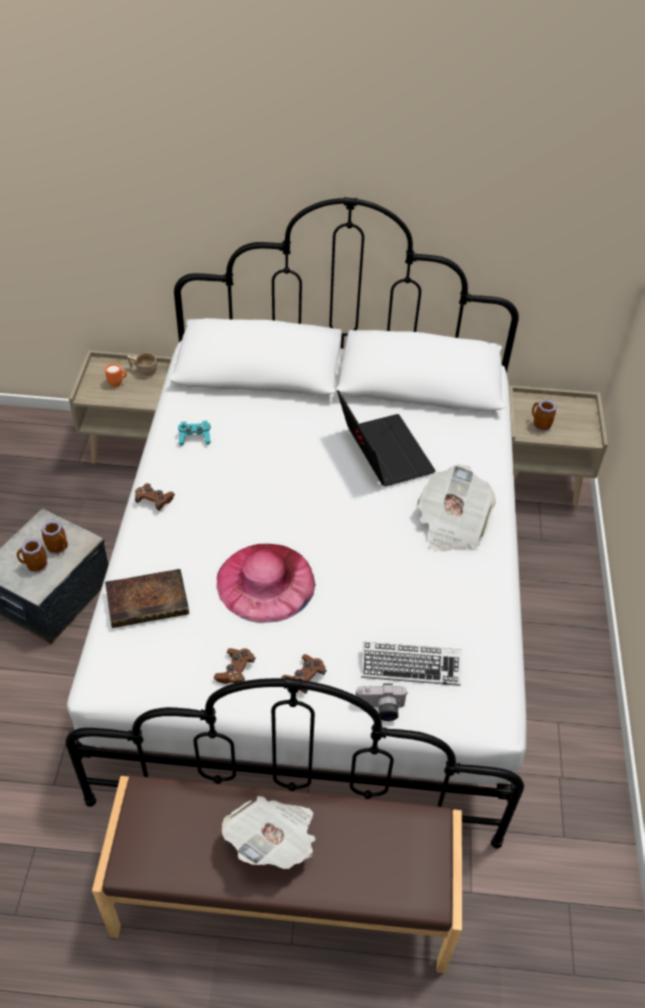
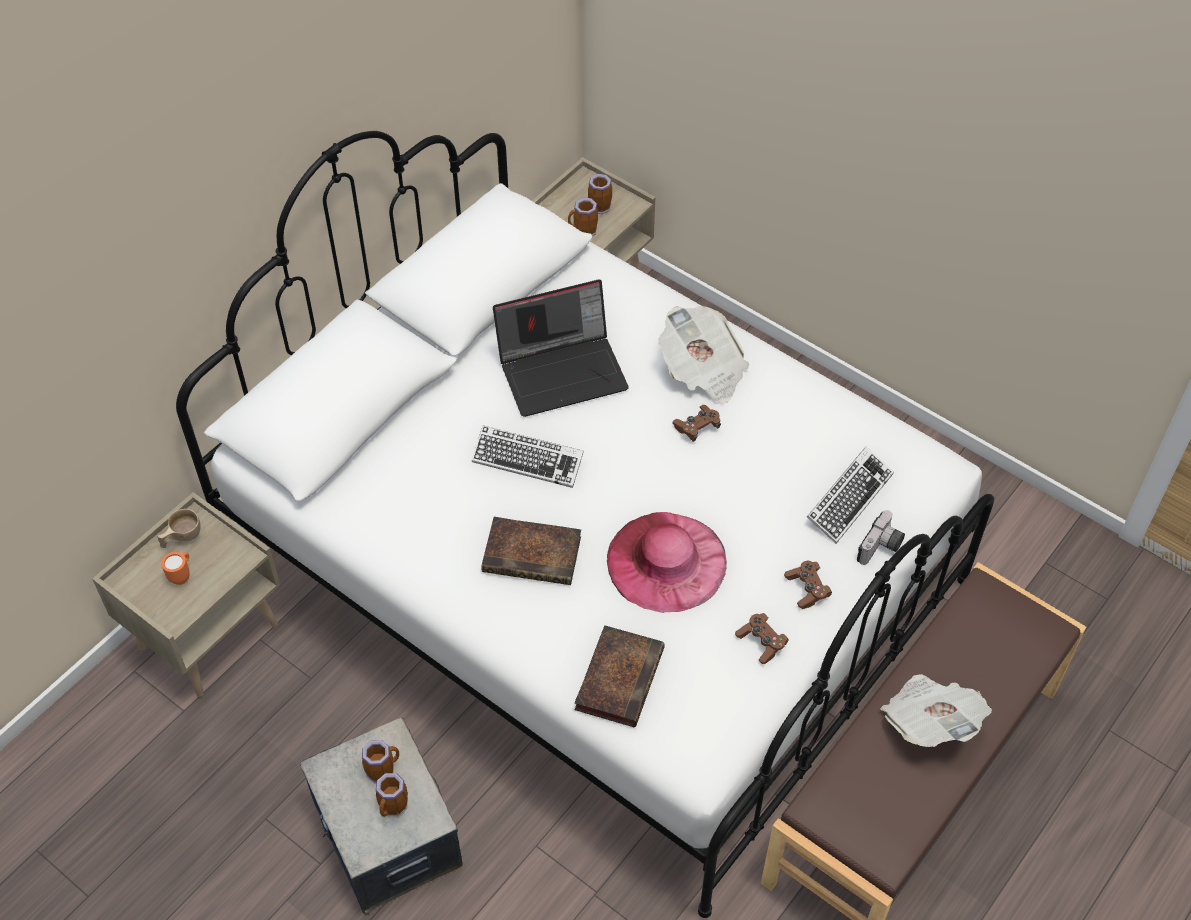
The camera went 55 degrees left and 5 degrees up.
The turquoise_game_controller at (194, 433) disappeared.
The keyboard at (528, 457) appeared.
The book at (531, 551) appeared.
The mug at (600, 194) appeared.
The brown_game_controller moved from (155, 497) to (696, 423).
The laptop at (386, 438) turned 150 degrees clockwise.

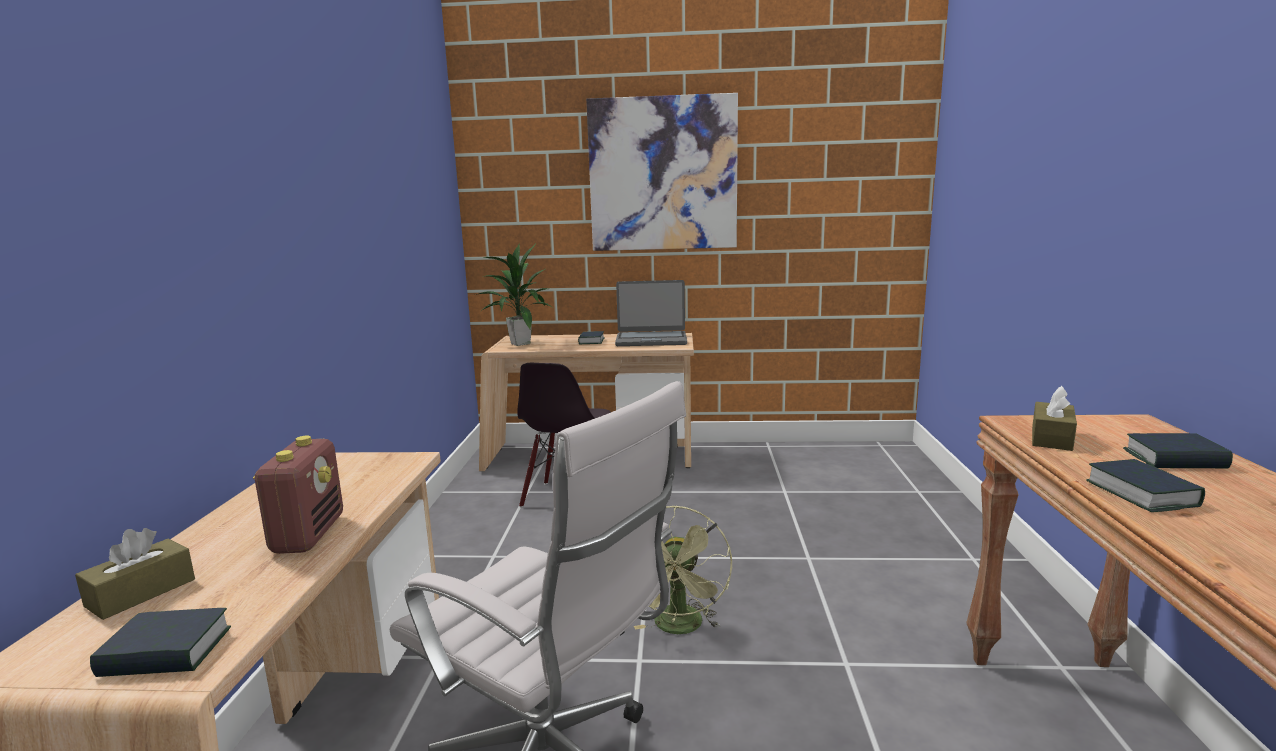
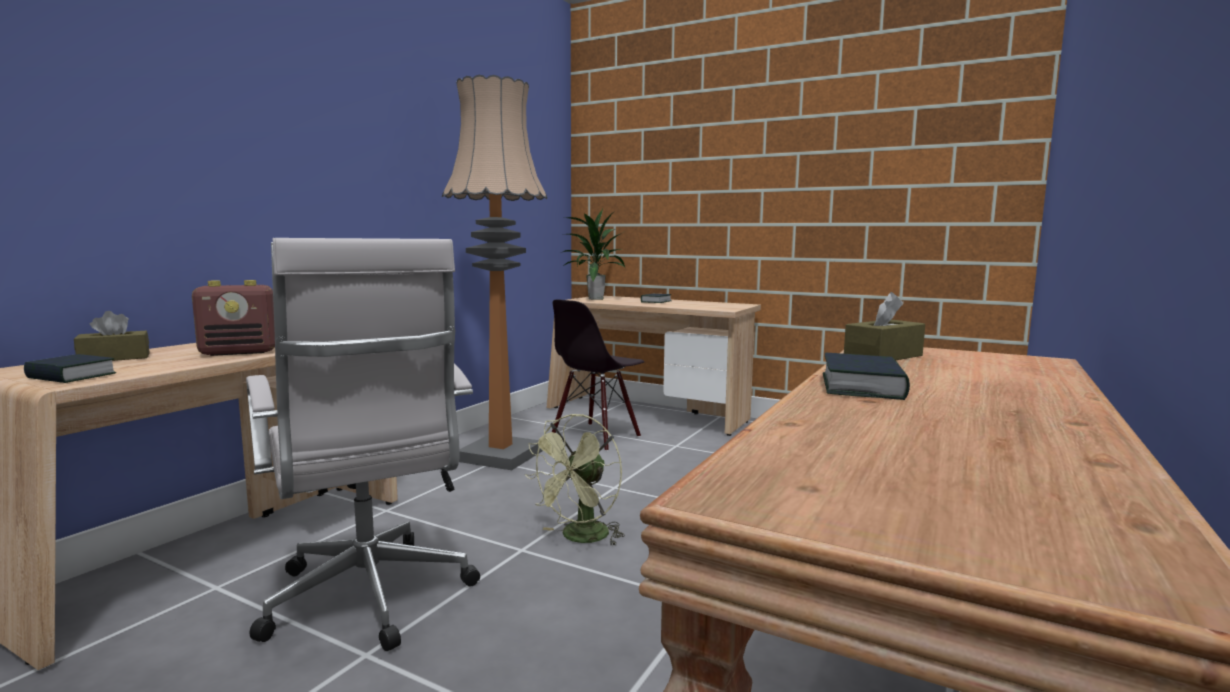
The camera went 25 degrees right and 5 degrees down.
The picture at (662, 172) disappeared.
The laptop at (651, 313) disappeared.
The book at (1178, 450) disappeared.
The floor_lamp at (494, 272) appeared.
The radio at (298, 495) turned 45 degrees clockwise.

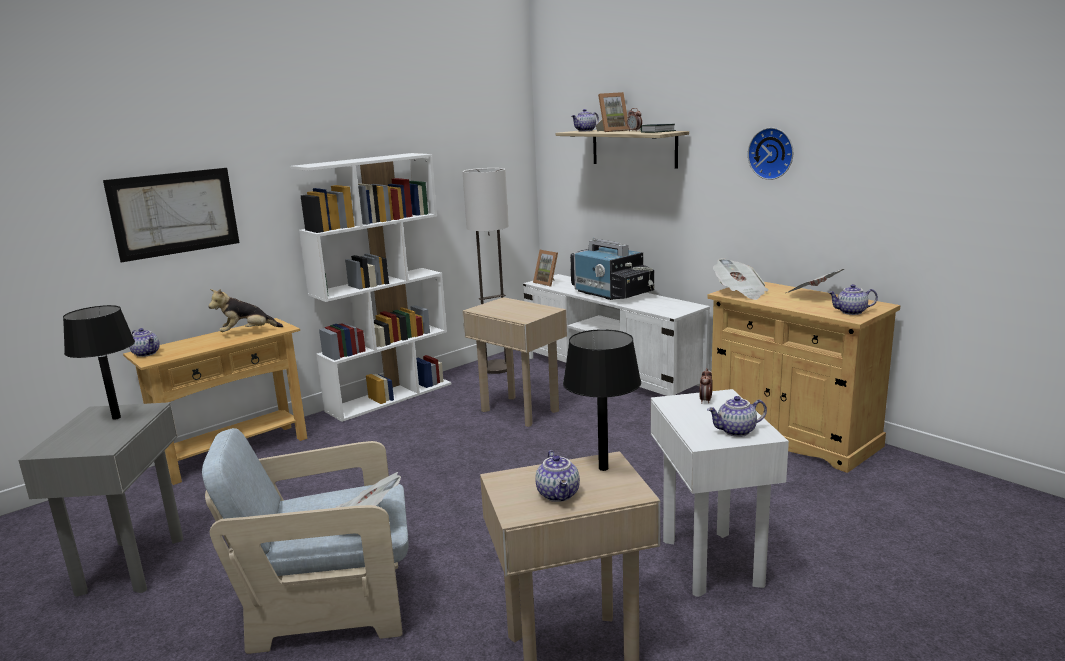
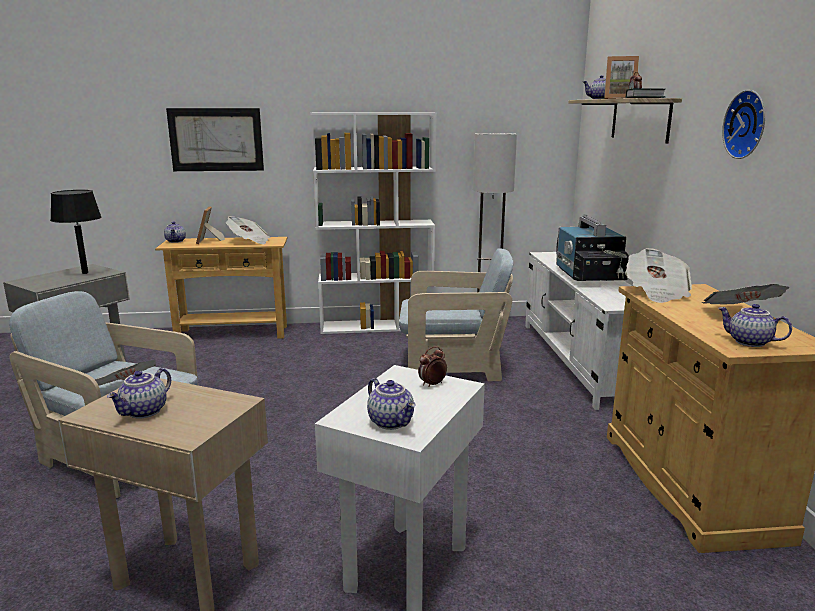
The camera went 35 degrees right and 0 degrees up.
The black_table_lamp at (602, 400) disappeared.
The picture_frame moved from (545, 268) to (210, 225).
The plush_toy at (245, 310) was replaced by the newspaper at (248, 230).
The beige_side_table at (515, 362) was replaced by the beige_armchair at (456, 314).
The teapot at (737, 416) turned 150 degrees counterclockwise.

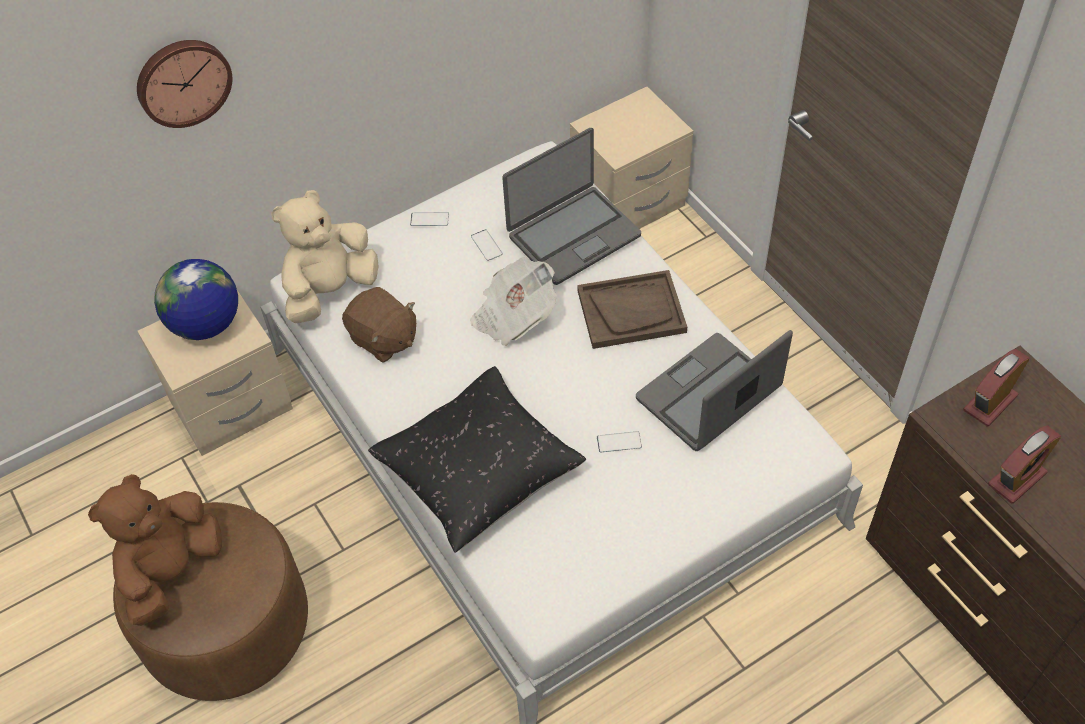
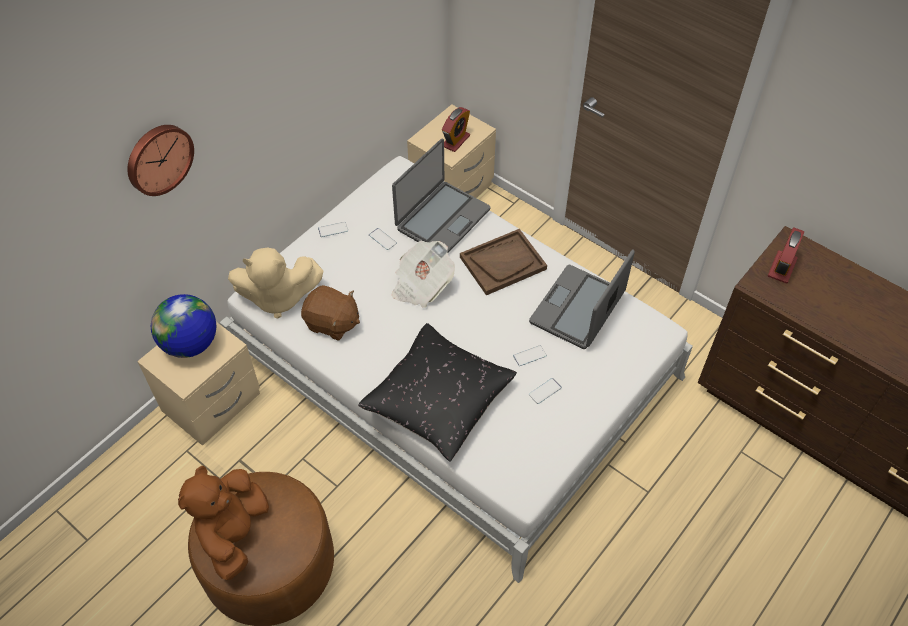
The camera went 20 degrees left and 0 degrees up.
The phone at (545, 391) appeared.
The alarm_clock moved from (1024, 464) to (456, 129).
The beige_plush_toy at (325, 256) turned 120 degrees counterclockwise.

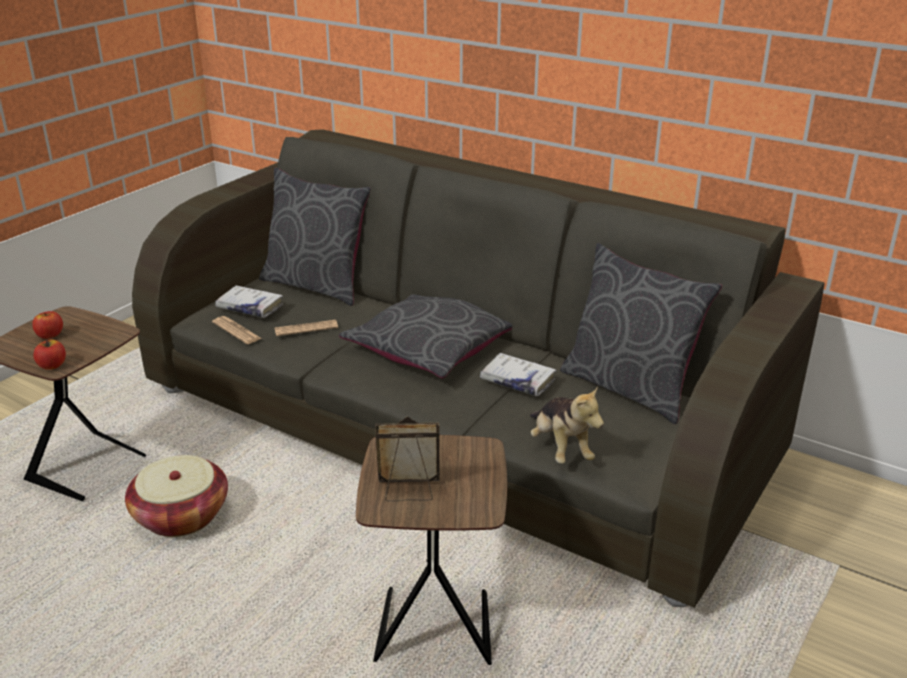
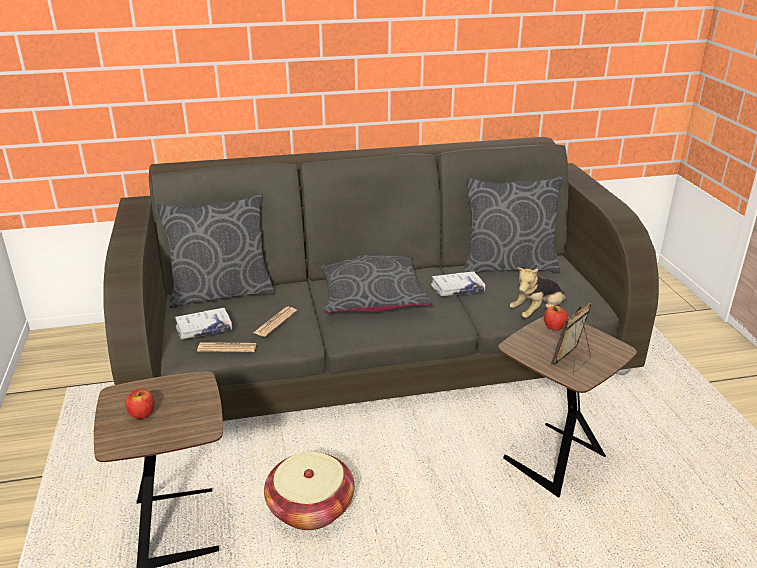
The camera went 45 degrees left and 0 degrees up.
The apple moved from (49, 354) to (556, 318).
The plush_toy at (567, 425) turned 120 degrees clockwise.

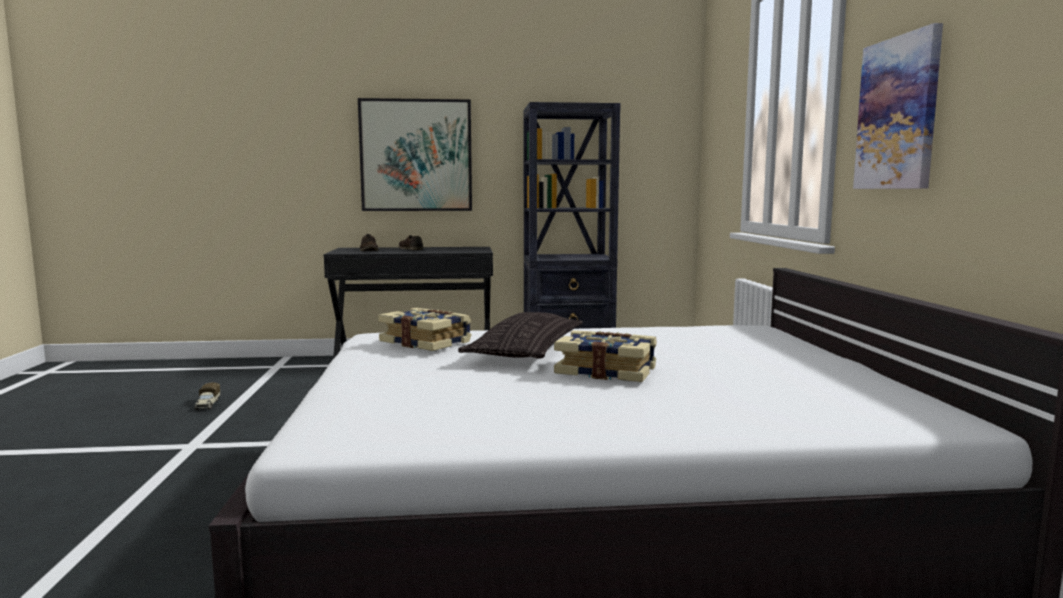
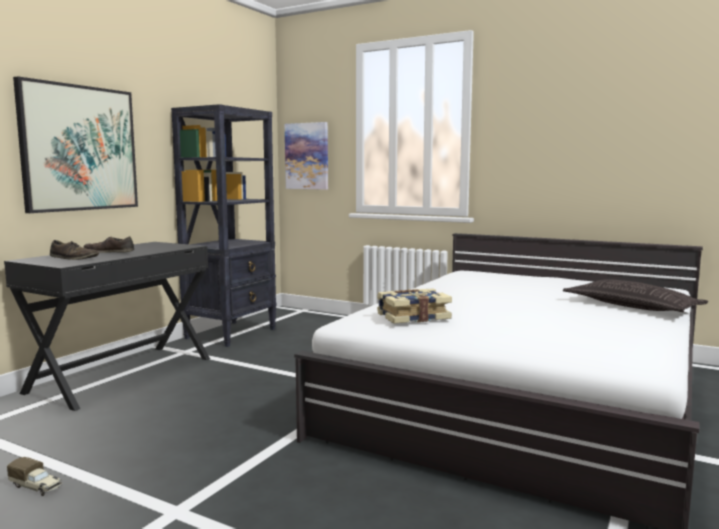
The camera went 55 degrees left and 0 degrees up.
The book at (605, 356) disappeared.
The pillow moved from (520, 335) to (635, 295).
The picture moved from (898, 106) to (306, 156).

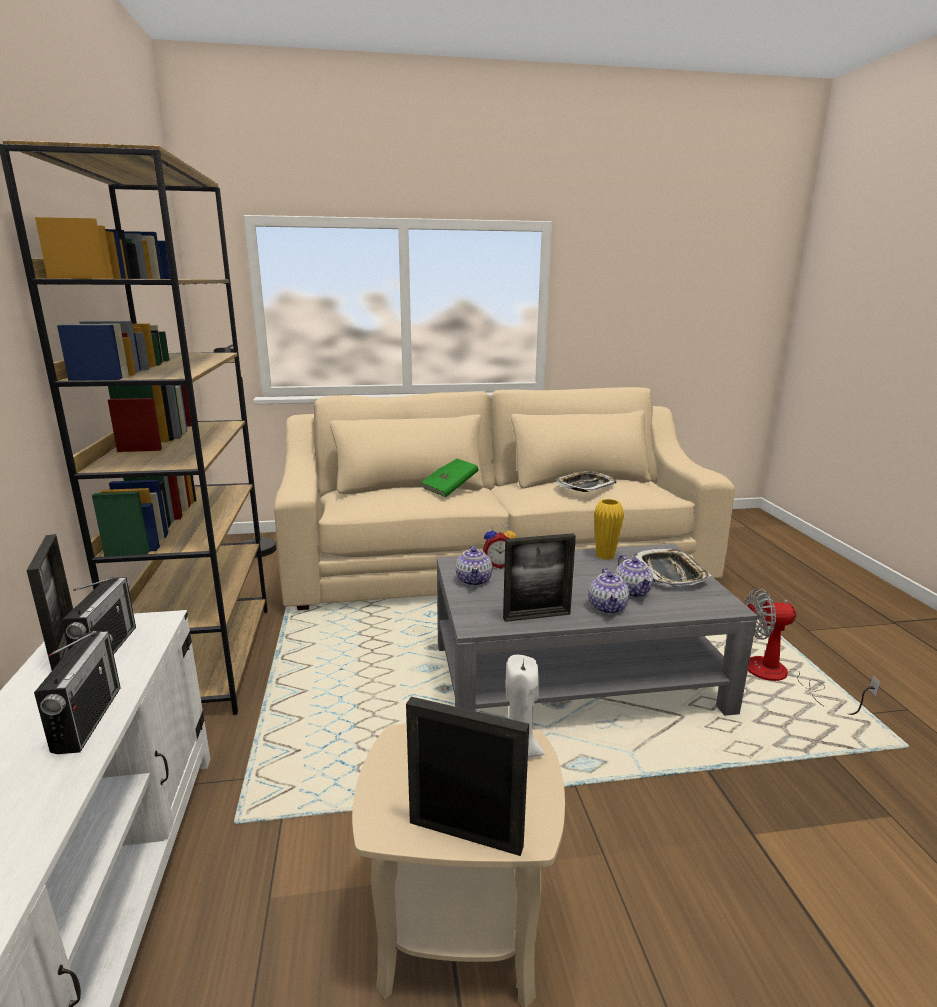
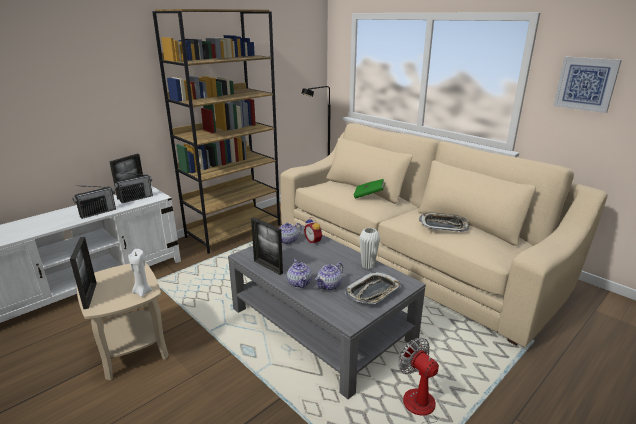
The camera went 55 degrees right and 5 degrees up.
The picture at (587, 85) appeared.
The yellow_vase at (609, 529) became the white_vase at (369, 248).
The teapot at (608, 591) turned 75 degrees counterclockwise.

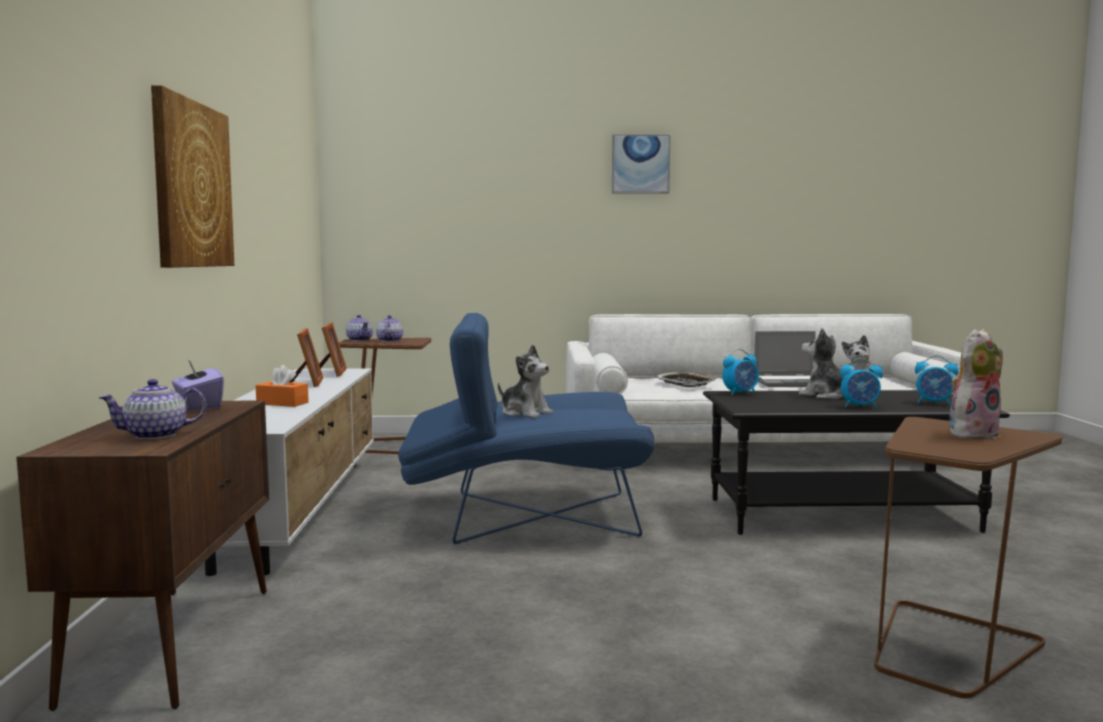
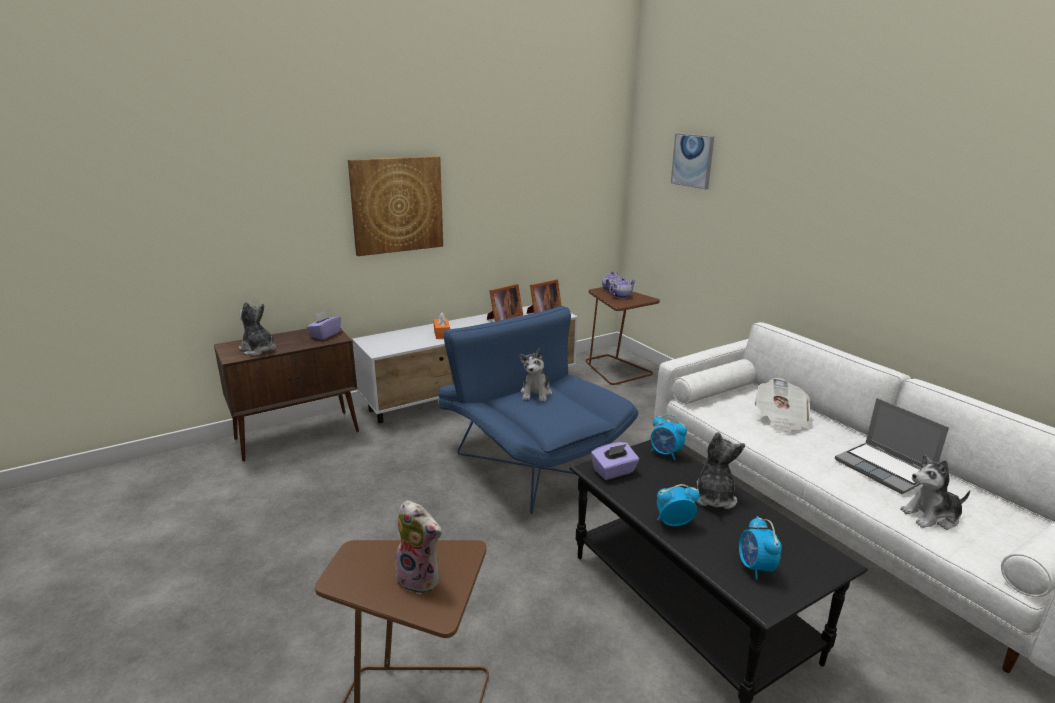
The camera went 60 degrees right and 15 degrees up.
The purple_tissue_box at (615, 461) appeared.
The picture moved from (641, 164) to (692, 161).
The teapot at (152, 409) was replaced by the plush_toy at (257, 329).
The tray at (685, 379) was replaced by the newspaper at (782, 405).
The alarm_clock at (861, 383) turned 105 degrees clockwise.

